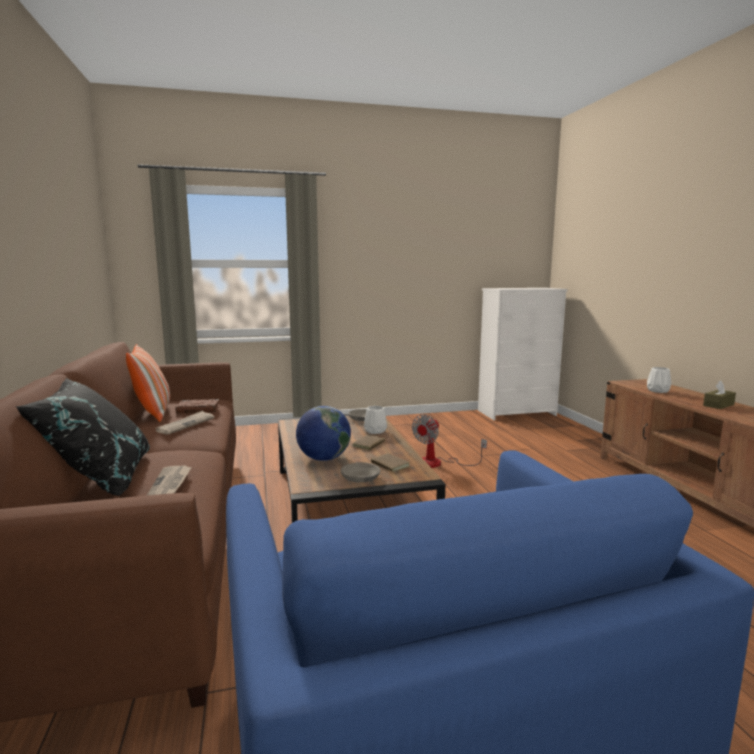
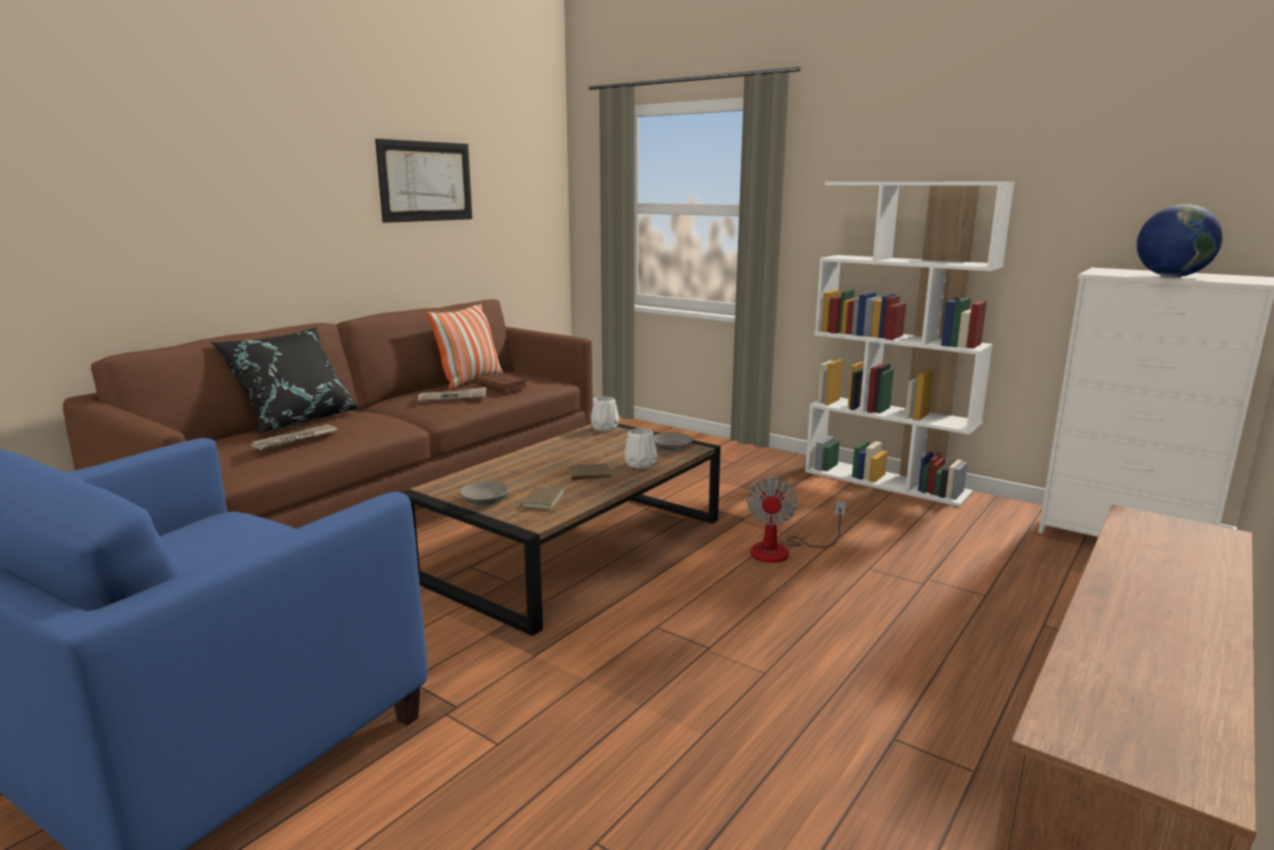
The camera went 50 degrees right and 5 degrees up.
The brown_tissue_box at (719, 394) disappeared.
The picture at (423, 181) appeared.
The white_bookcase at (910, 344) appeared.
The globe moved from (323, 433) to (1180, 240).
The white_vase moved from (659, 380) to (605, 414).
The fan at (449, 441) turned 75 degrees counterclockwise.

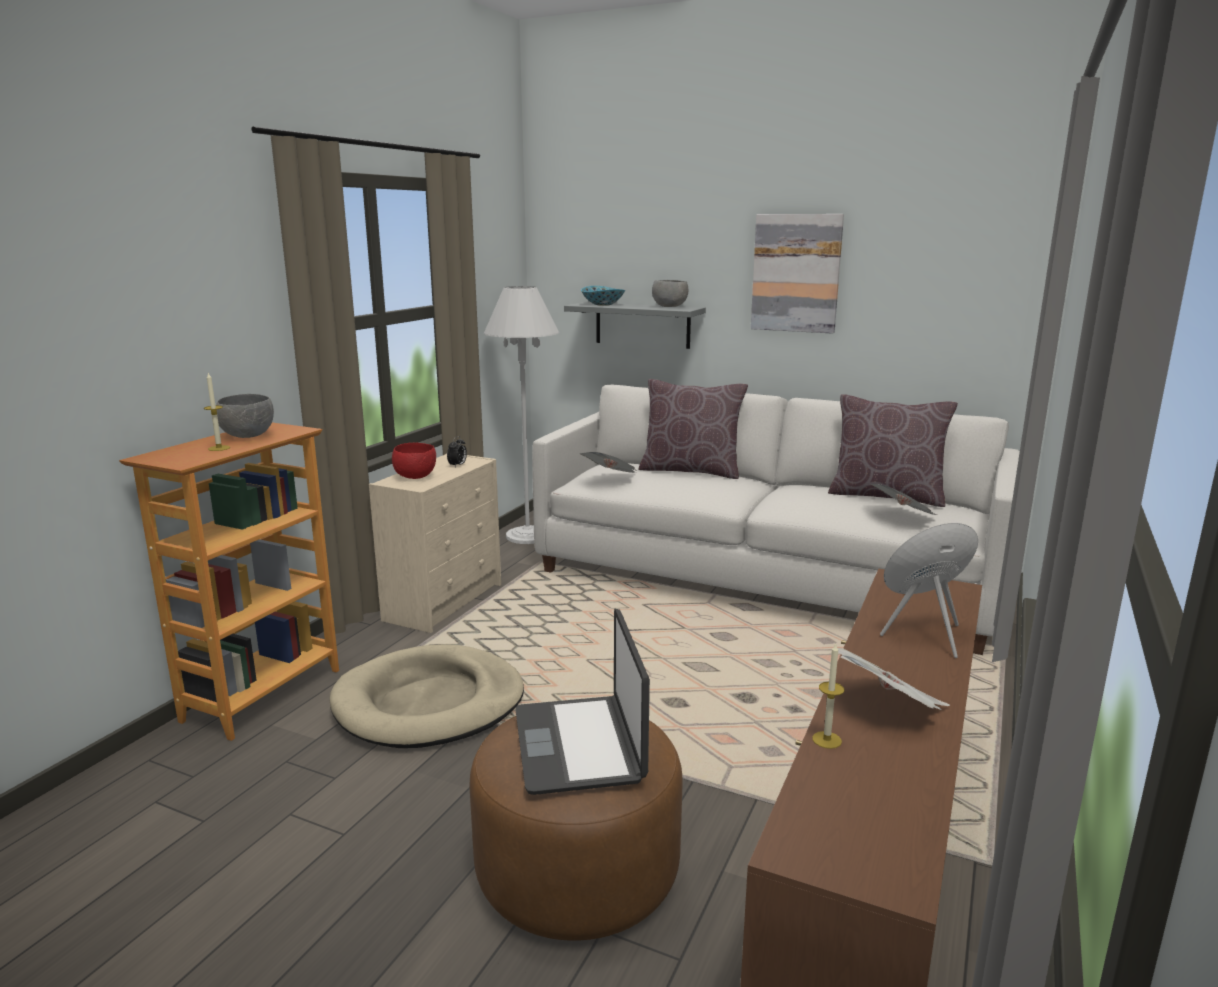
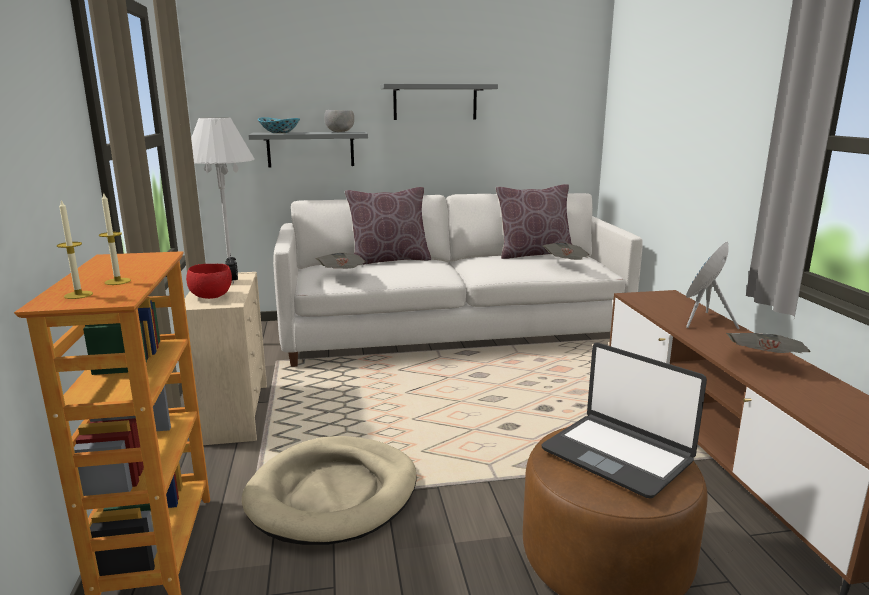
The camera went 35 degrees left and 0 degrees up.
The grey_bowl at (245, 416) disappeared.
The candle moved from (828, 696) to (75, 249).
The picture at (797, 274) was replaced by the grey_shelf at (439, 102).

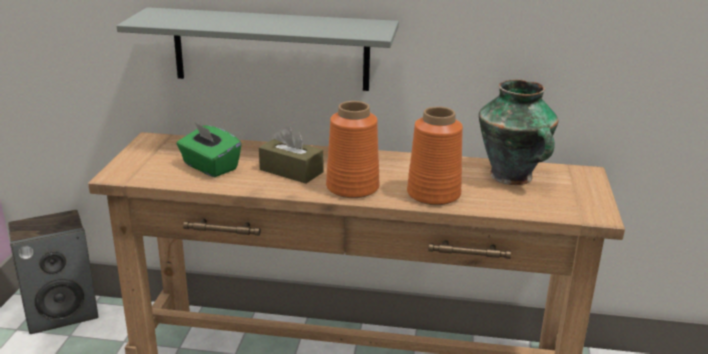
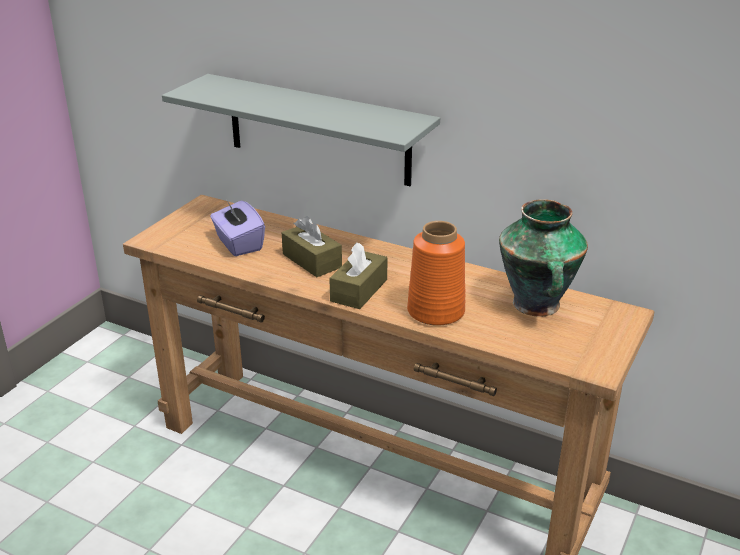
The camera went 20 degrees right and 5 degrees up.
The speaker at (53, 272) disappeared.
The orange_vase at (353, 149) was replaced by the brown_tissue_box at (358, 275).
The green_tissue_box at (209, 150) became the purple_tissue_box at (237, 228).

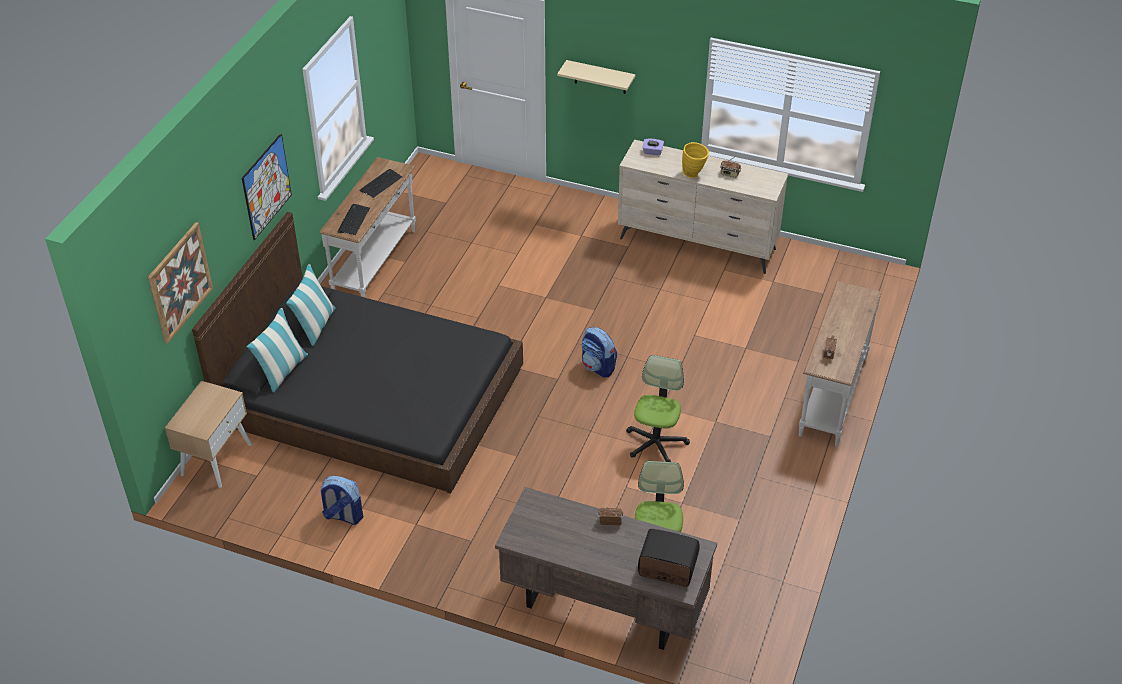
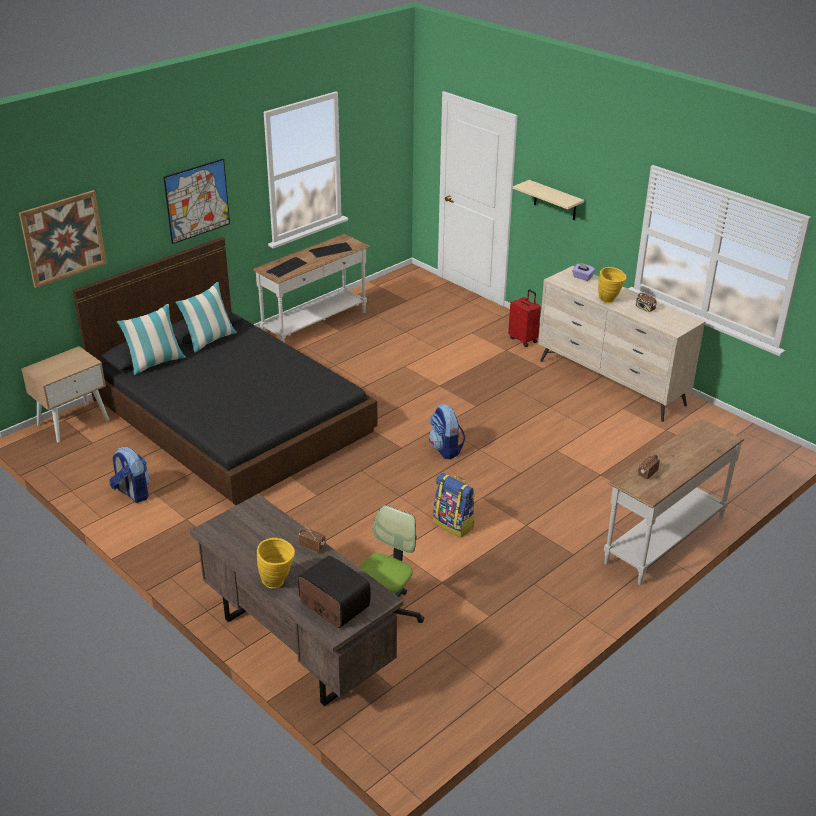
The camera went 25 degrees right and 10 degrees down.
The yellow_vase at (276, 563) appeared.
The red_suitcase at (524, 318) appeared.
The office_chair at (658, 408) was replaced by the backpack at (454, 505).

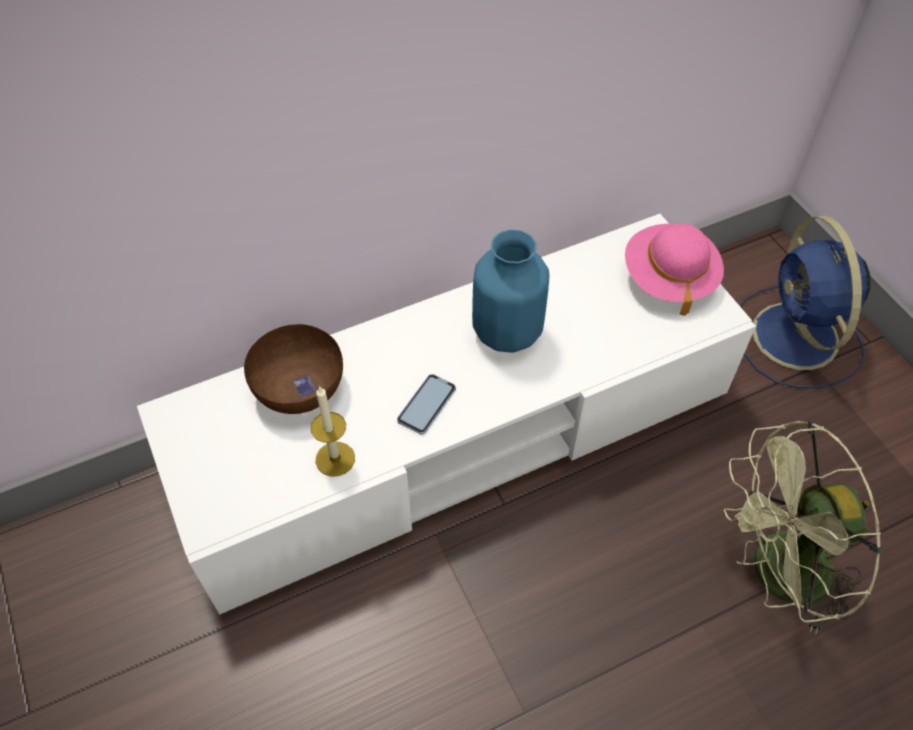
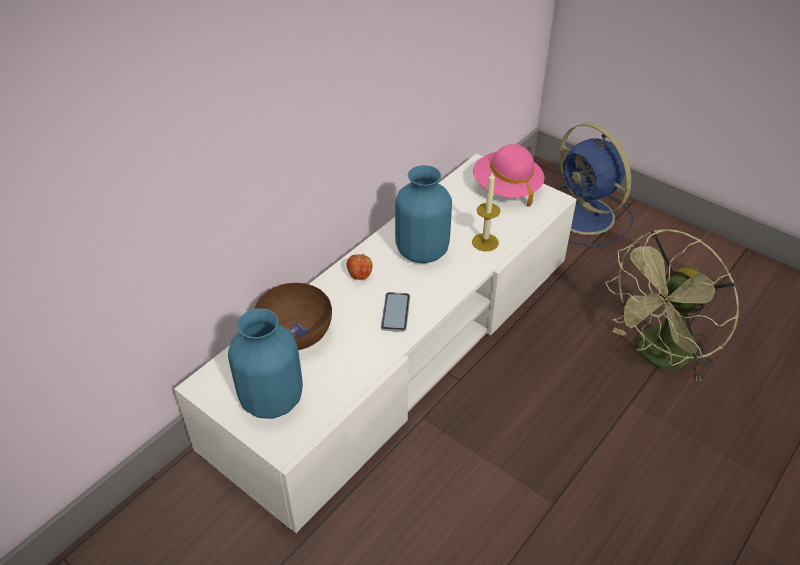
The camera went 25 degrees left and 10 degrees down.
The blue_vase at (265, 363) appeared.
The apple at (359, 266) appeared.
The candle moved from (333, 431) to (486, 211).

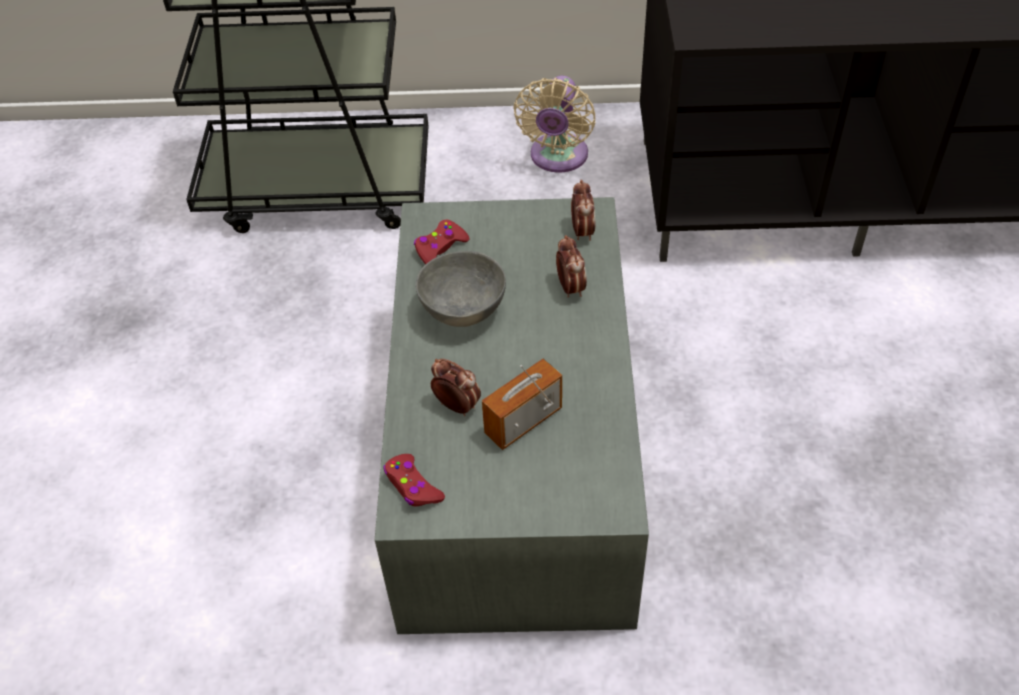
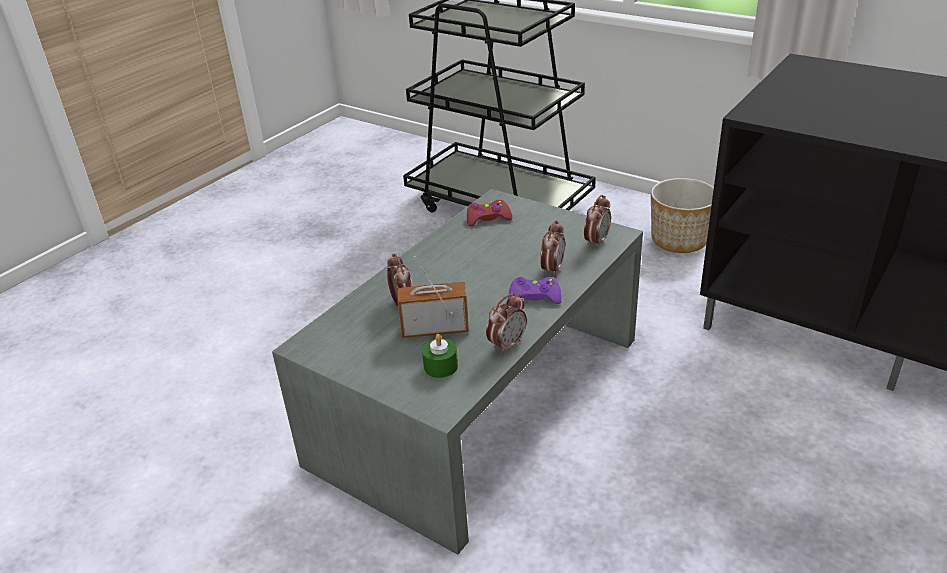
The camera went 35 degrees right and 15 degrees down.
The red_game_controller at (414, 480) disappeared.
The grey_bowl at (461, 289) disappeared.
The green_candle at (440, 356) appeared.
The alarm_clock at (506, 323) appeared.
The purple_game_controller at (535, 290) appeared.
The beige_fan at (554, 124) was replaced by the planter at (682, 215).

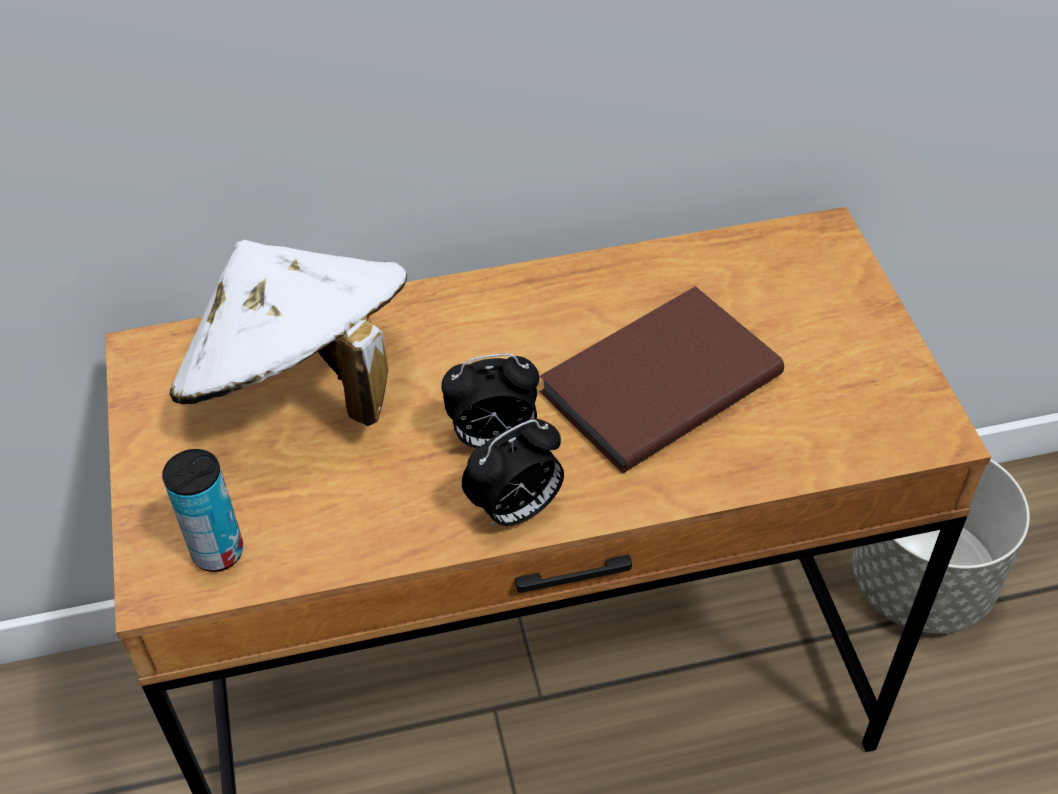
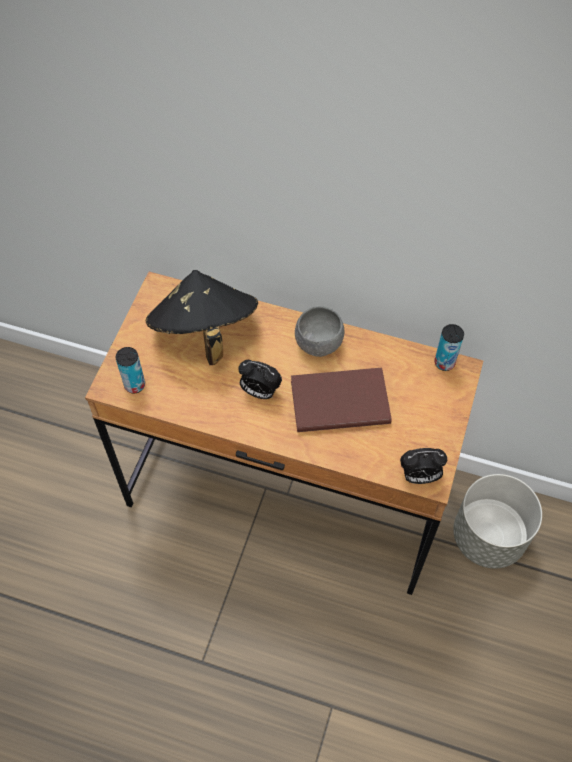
The camera went 30 degrees right and 10 degrees up.
The grey_bowl at (320, 331) appeared.
The can at (449, 347) appeared.
The alarm_clock moved from (513, 474) to (423, 466).
The white_hat at (288, 333) became the black_hat at (202, 317).

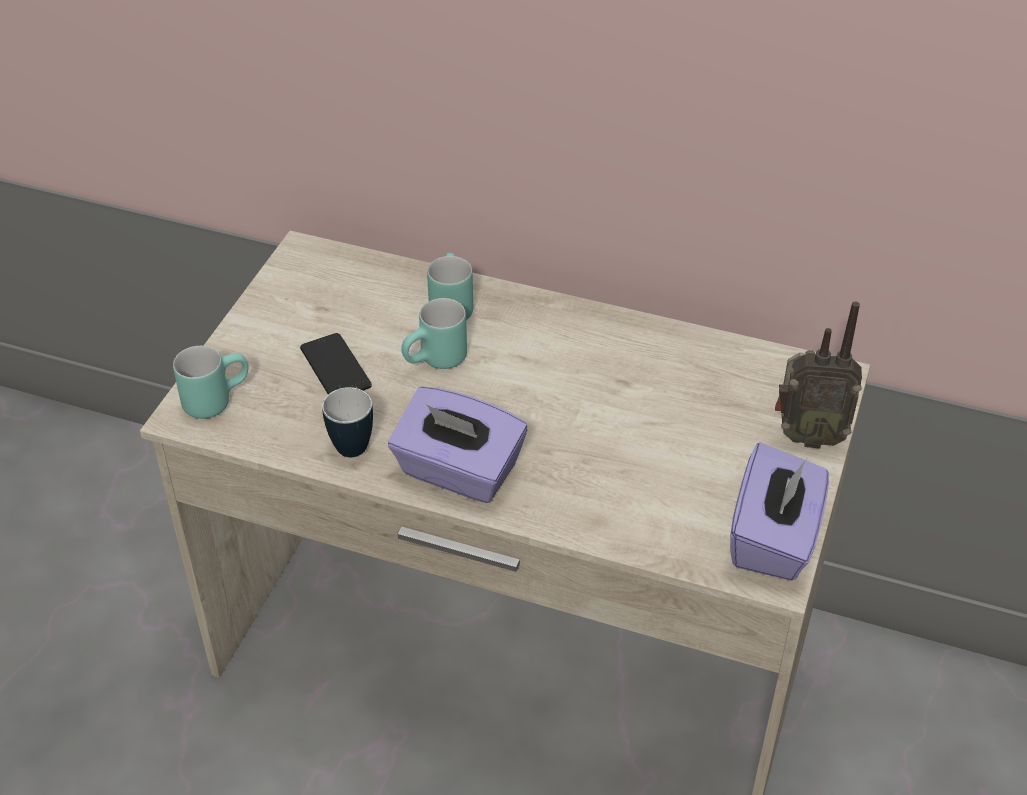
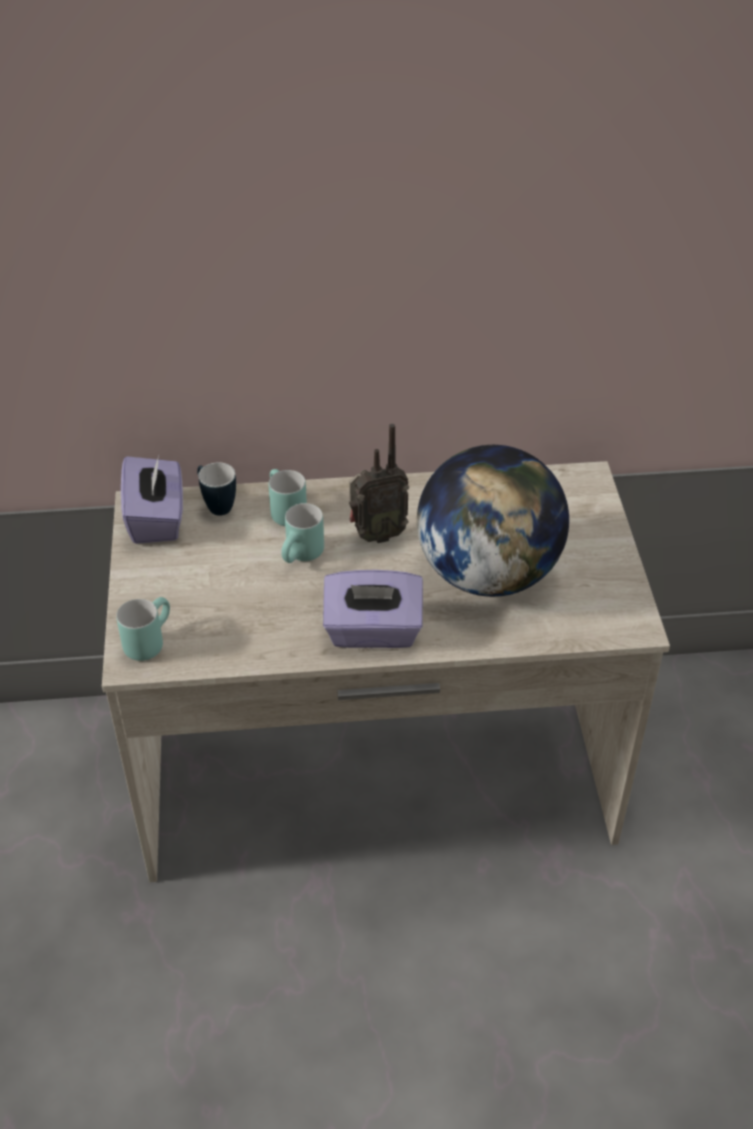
The camera went 25 degrees left and 0 degrees up.
The phone at (336, 363) disappeared.
The globe at (493, 521) appeared.
The mug moved from (347, 421) to (216, 489).
The purple_tissue_box moved from (779, 511) to (152, 500).
The radio moved from (818, 375) to (379, 483).

